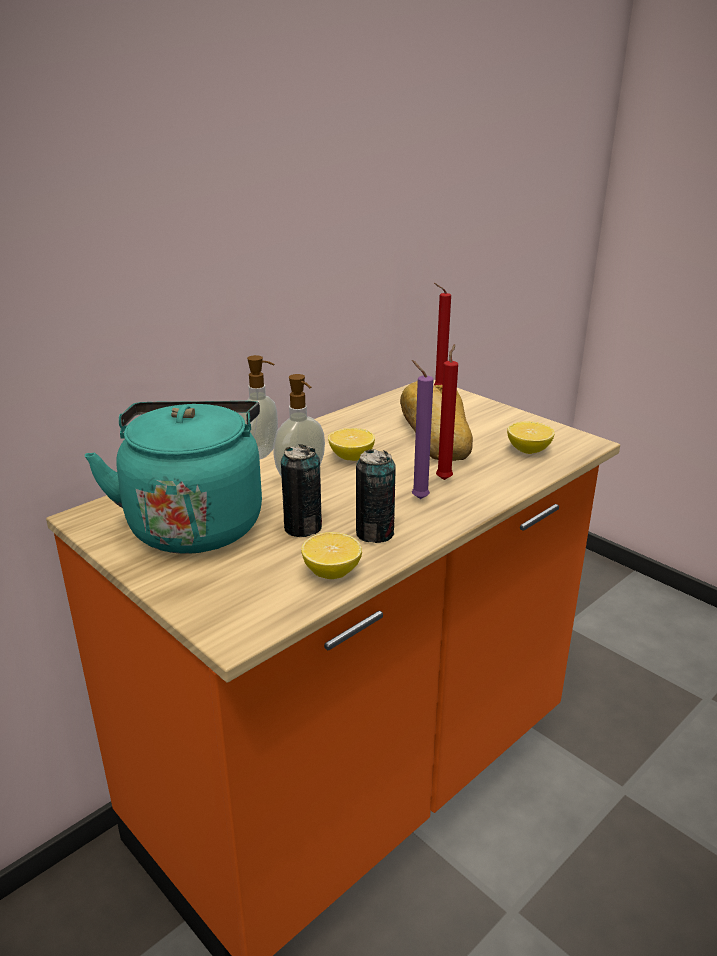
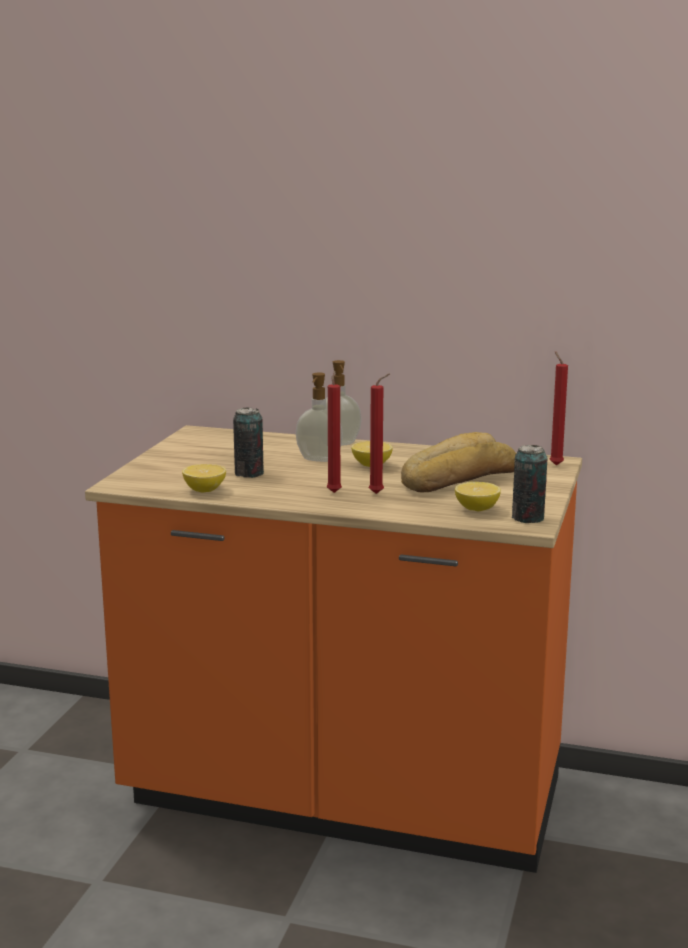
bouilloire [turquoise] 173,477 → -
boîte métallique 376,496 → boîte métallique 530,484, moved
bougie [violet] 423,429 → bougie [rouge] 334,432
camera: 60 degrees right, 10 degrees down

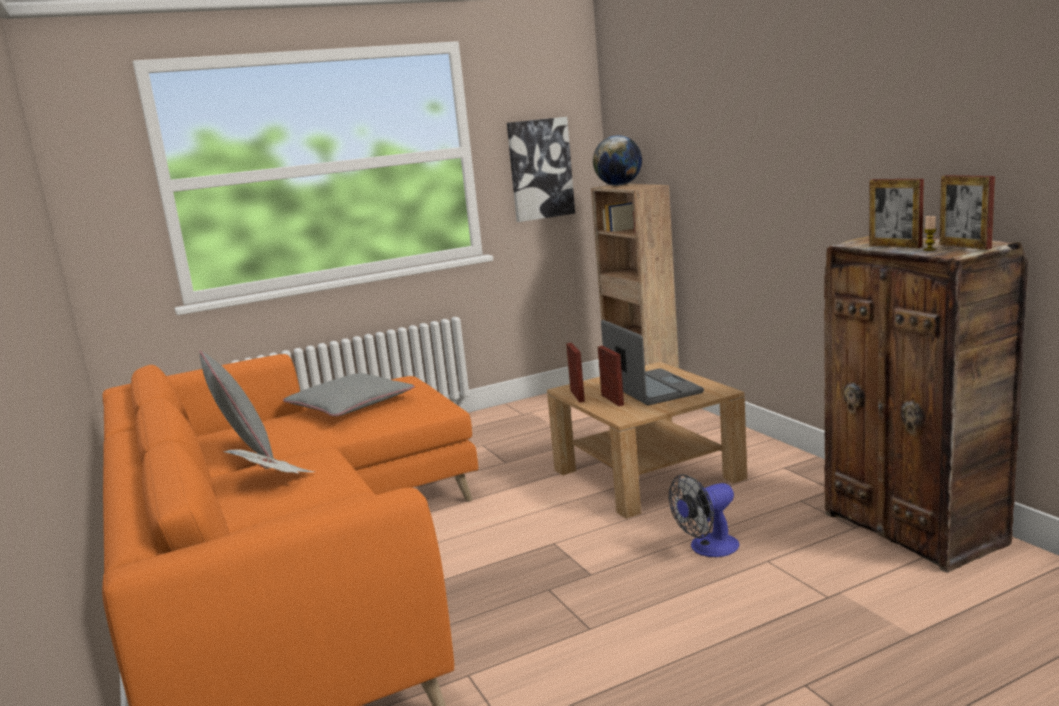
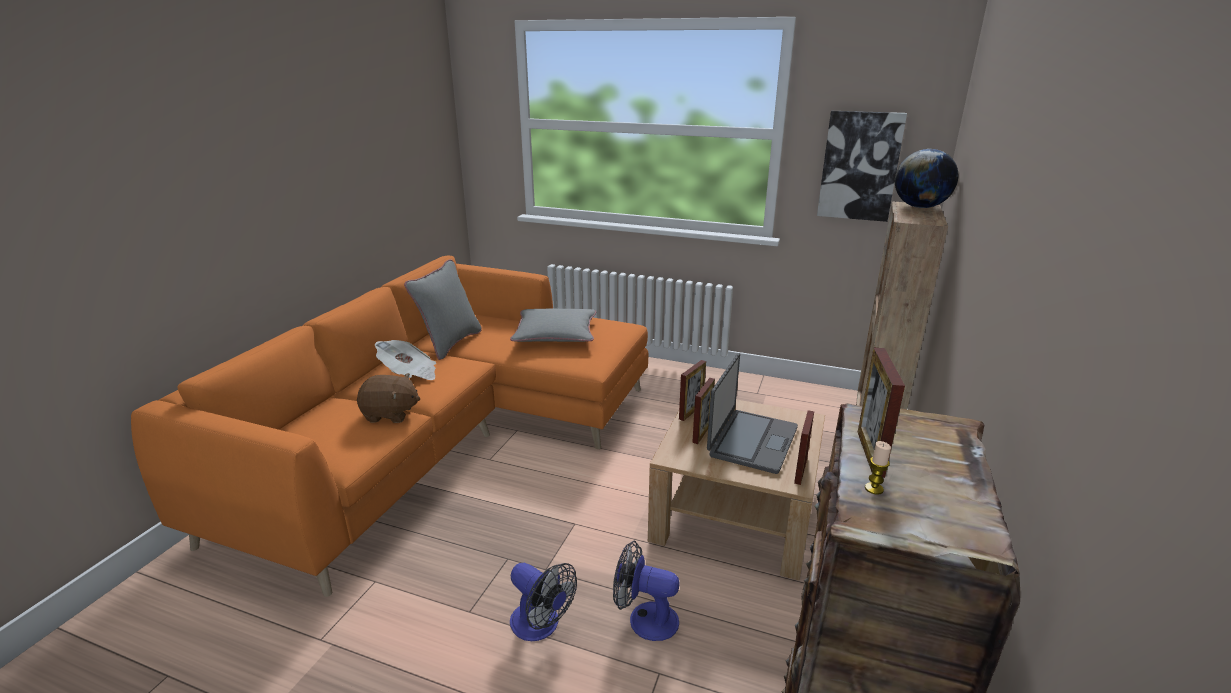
cadre photo 967,212 → cadre photo 804,447, moved
- → peluche [marron] 388,398
- → ventilateur 543,602
camera: 45 degrees right, 10 degrees up

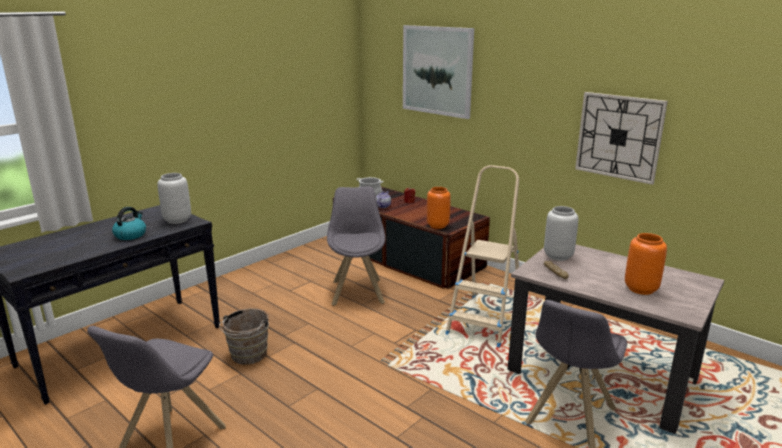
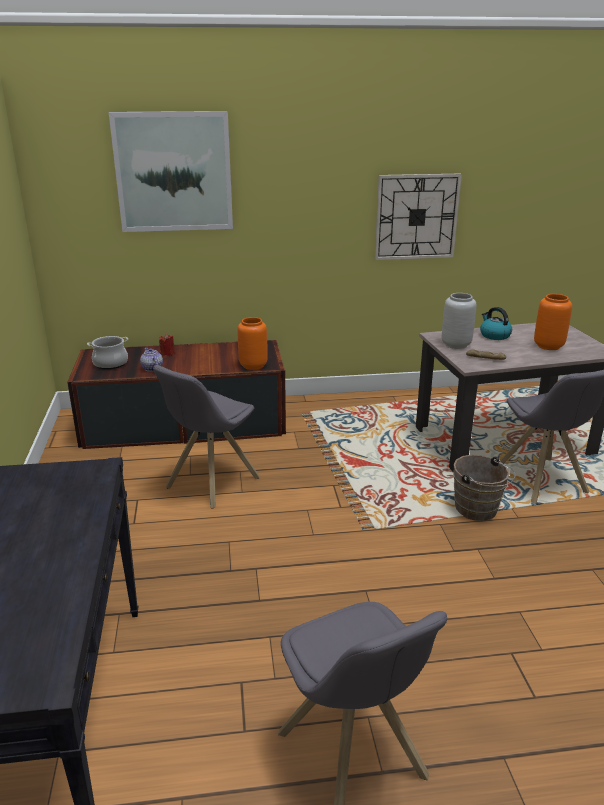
bouilloire 129,223 → bouilloire 496,323, moved
vase [gris] 174,198 → -
seau [marron] 244,336 → seau [marron] 484,488, moved
chaise [gris] 356,246 → chaise [gris] 206,437, 90 degrees counterclockwise
escabeau [beige] 482,256 → -
camera: 50 degrees left, 5 degrees up

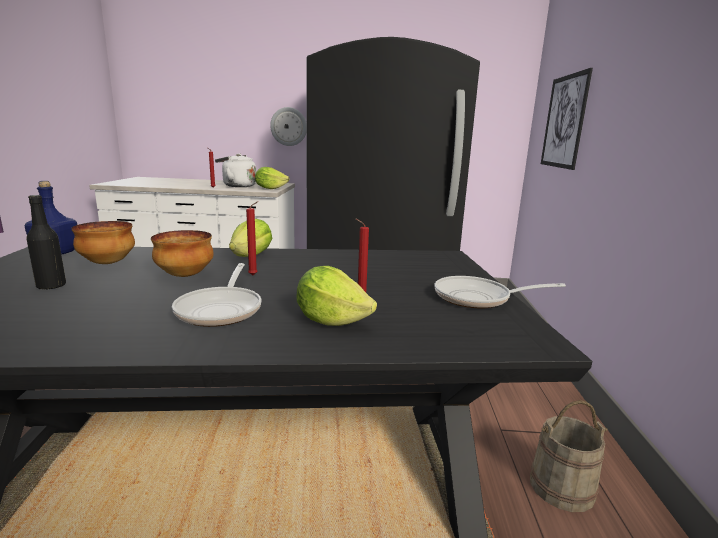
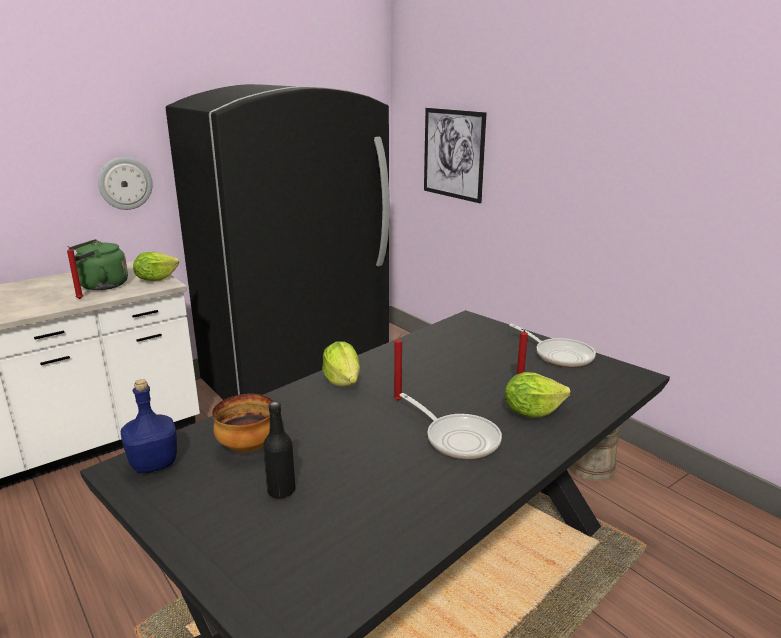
bol 182,253 → -
bouilloire [blanc] 235,170 → bouilloire [vert] 98,264
poêle 500,292 → poêle 552,345, 90 degrees counterclockwise
camera: 40 degrees left, 5 degrees up

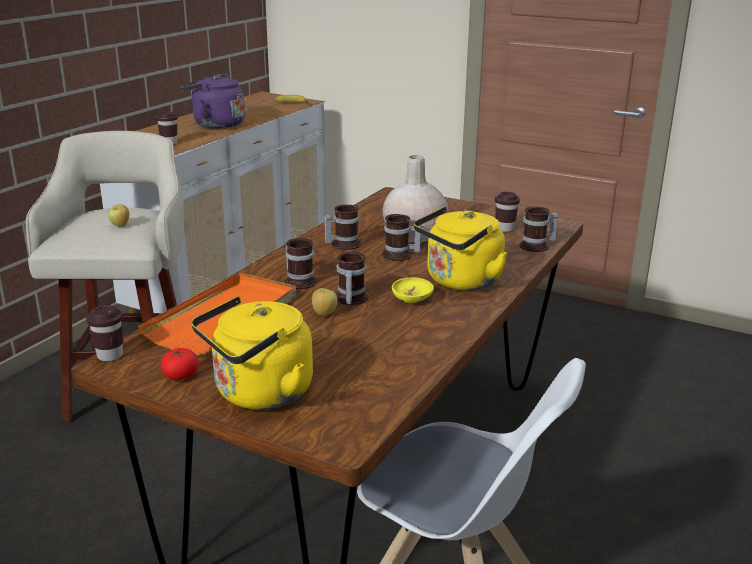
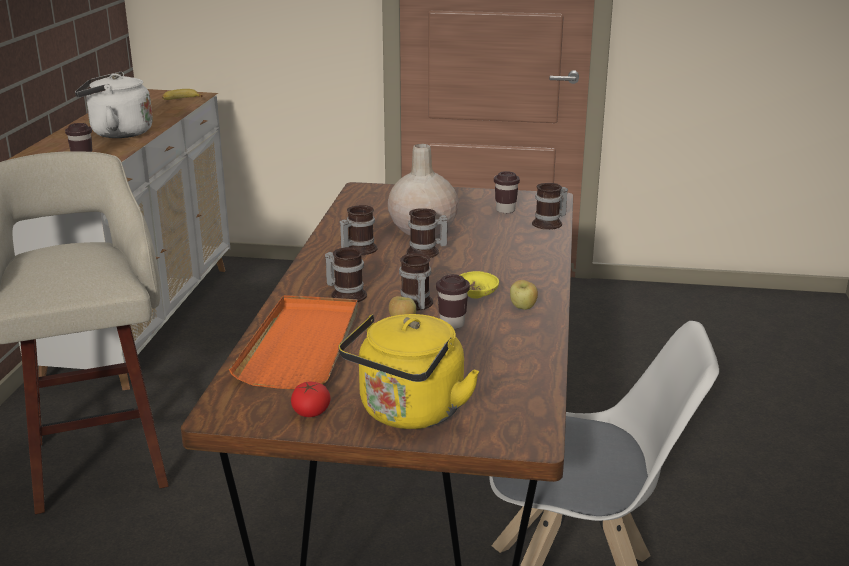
tasse [marron] 104,333 → tasse [marron] 453,301, moved
pomme 118,215 → pomme 524,295, moved
bouilloire [violet] 213,101 → bouilloire [blanc] 114,105
bouilloire [jaune] 461,248 → -
camera: 20 degrees left, 0 degrees up

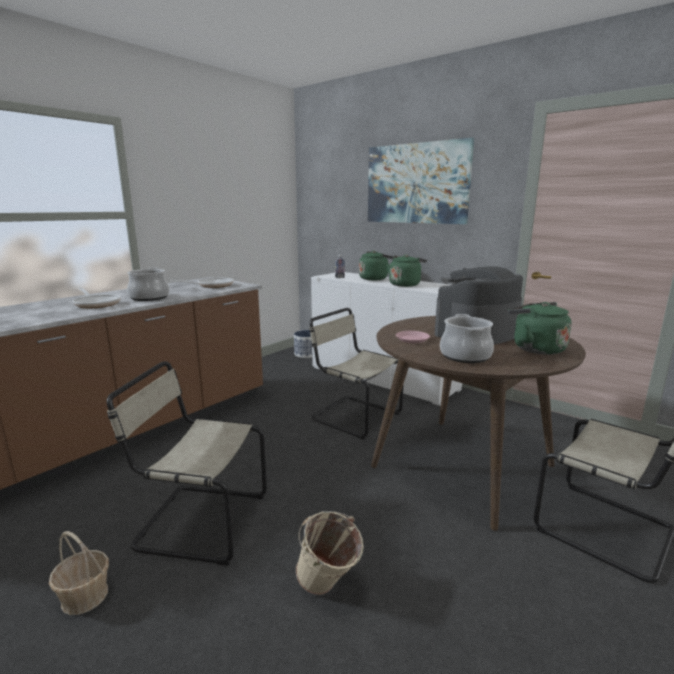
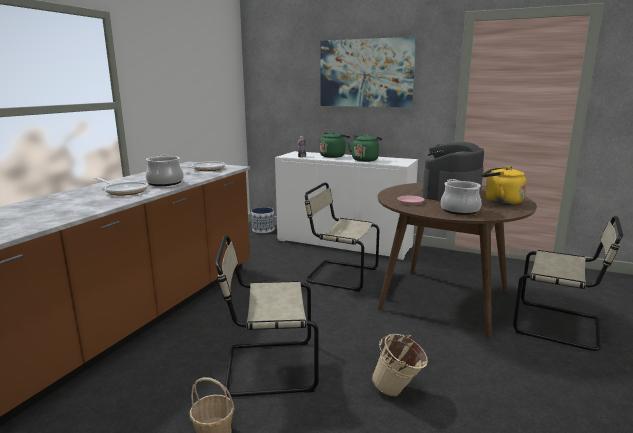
bouilloire [vert] 539,328 → bouilloire [jaune] 504,186
camera: 15 degrees left, 0 degrees up

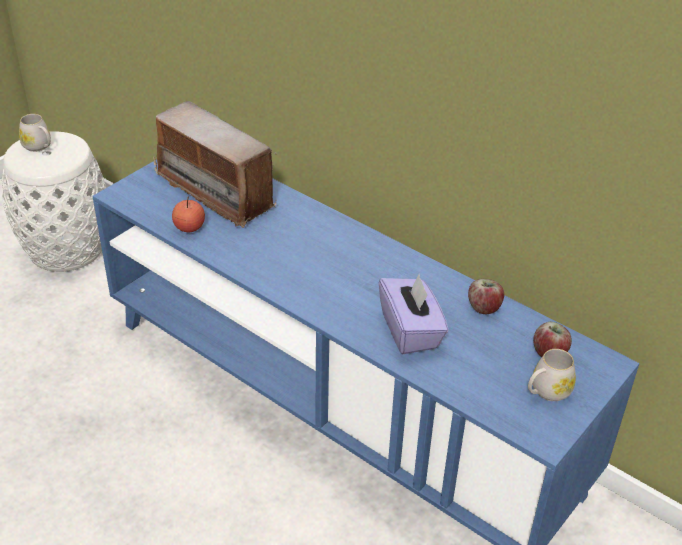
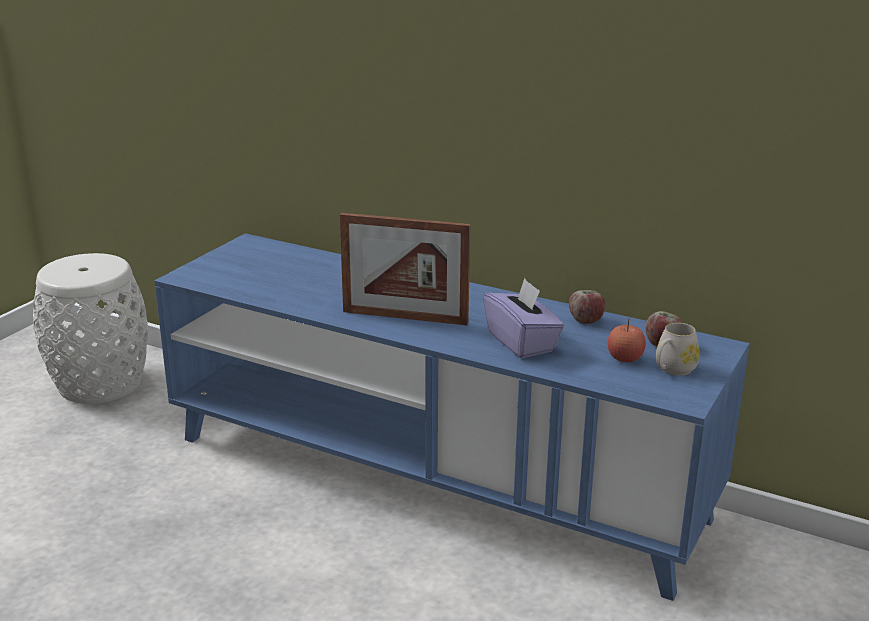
mug [blanc] 35,133 → -
radio 215,164 → -
pomme 188,214 → pomme 627,340, moved
- → cadre photo 405,269
camera: 10 degrees left, 15 degrees down

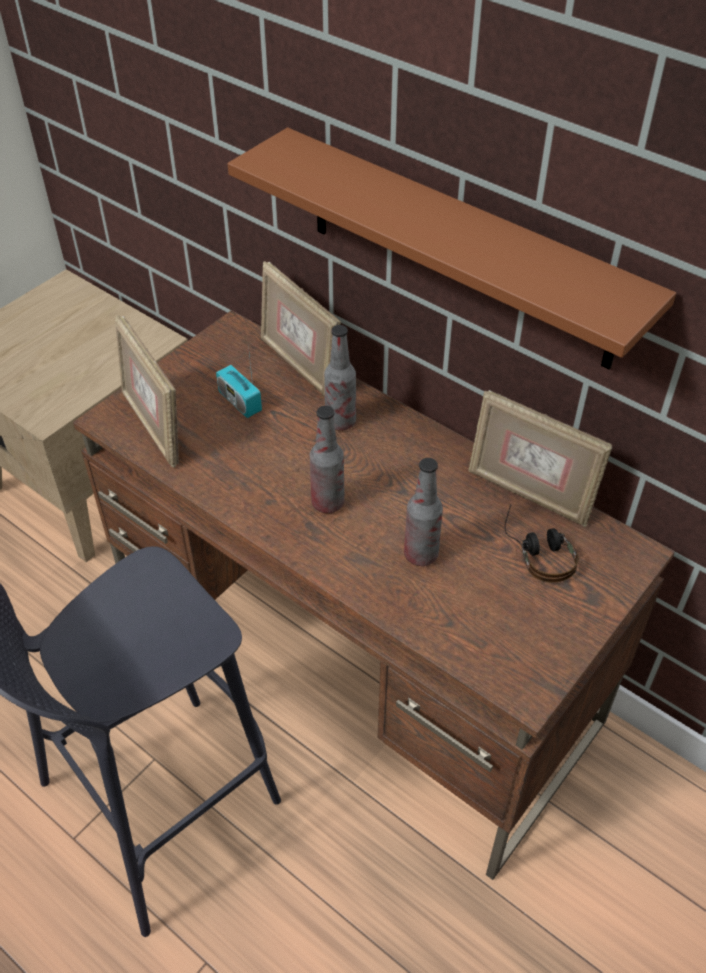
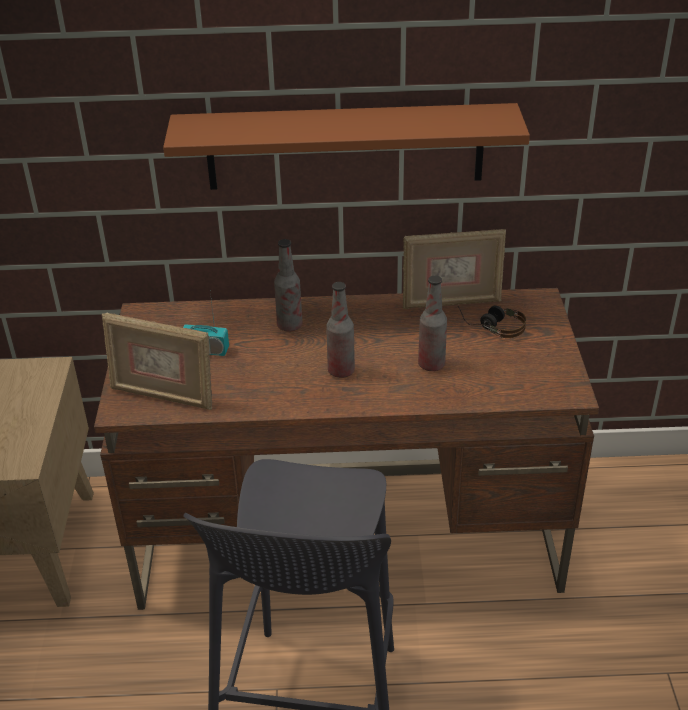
cadre photo 301,328 → -
camera: 40 degrees left, 10 degrees down

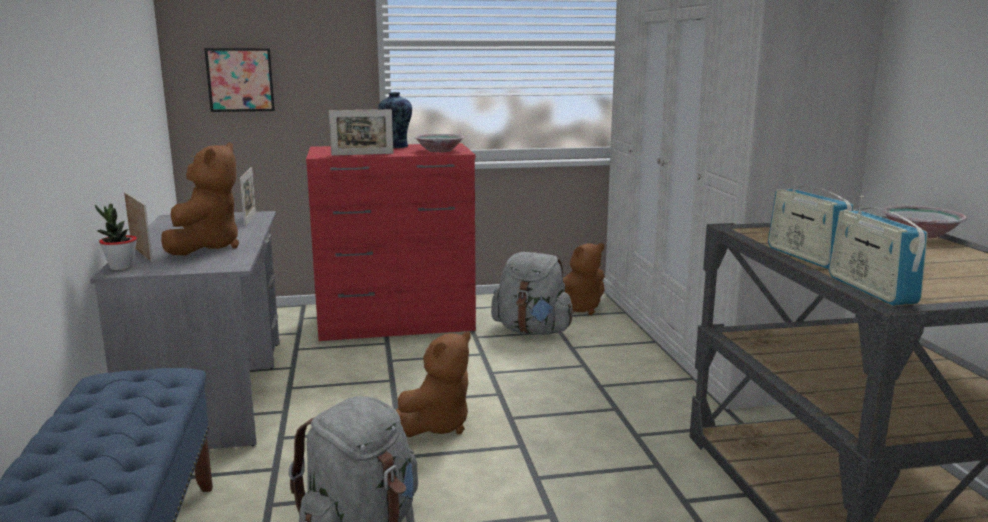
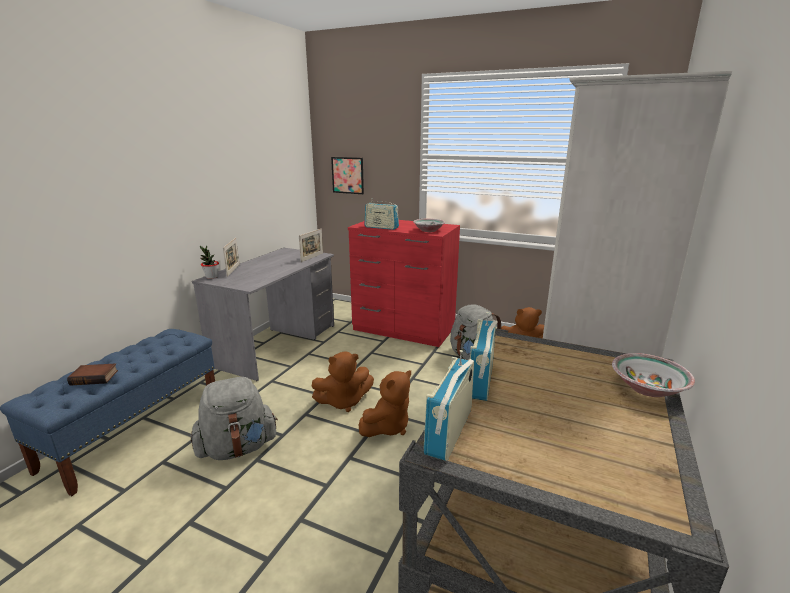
peluche [marron] 200,198 → peluche [marron] 385,403, moved
cadre photo 361,132 → radio 381,214
vase 395,120 → -
- → livre 92,374
camera: 35 degrees right, 5 degrees up

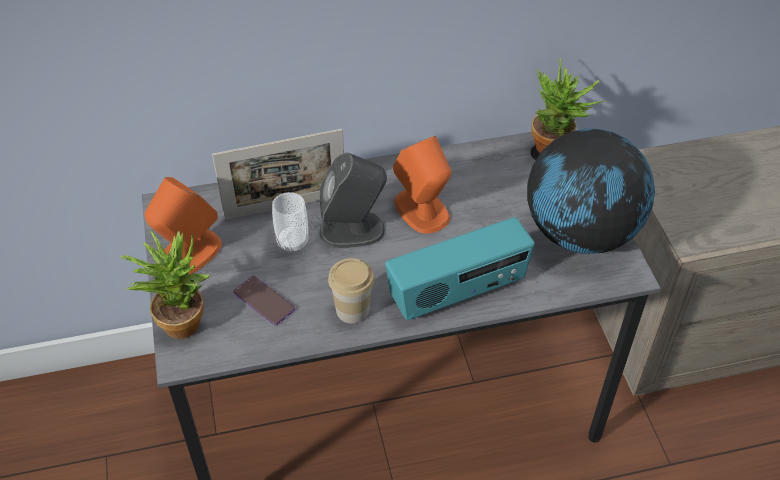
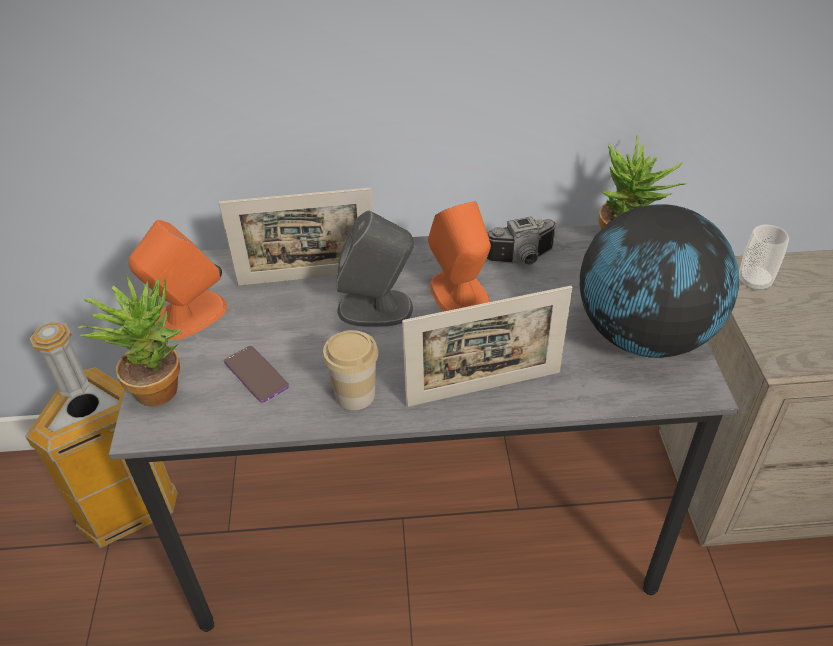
tasse 290,222 → tasse 764,258, moved
radio 460,268 → cadre photo 487,346
- → poubelle 101,435
- → appareil photo 521,240
camera: 10 degrees right, 5 degrees down

